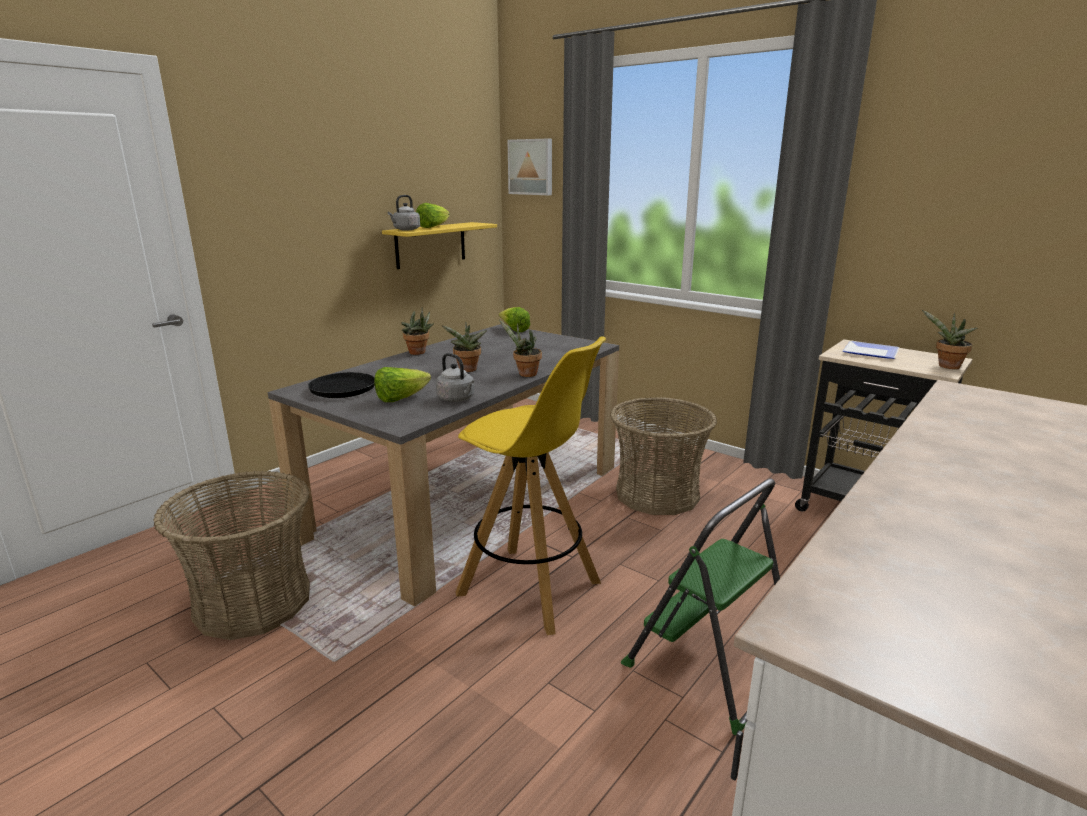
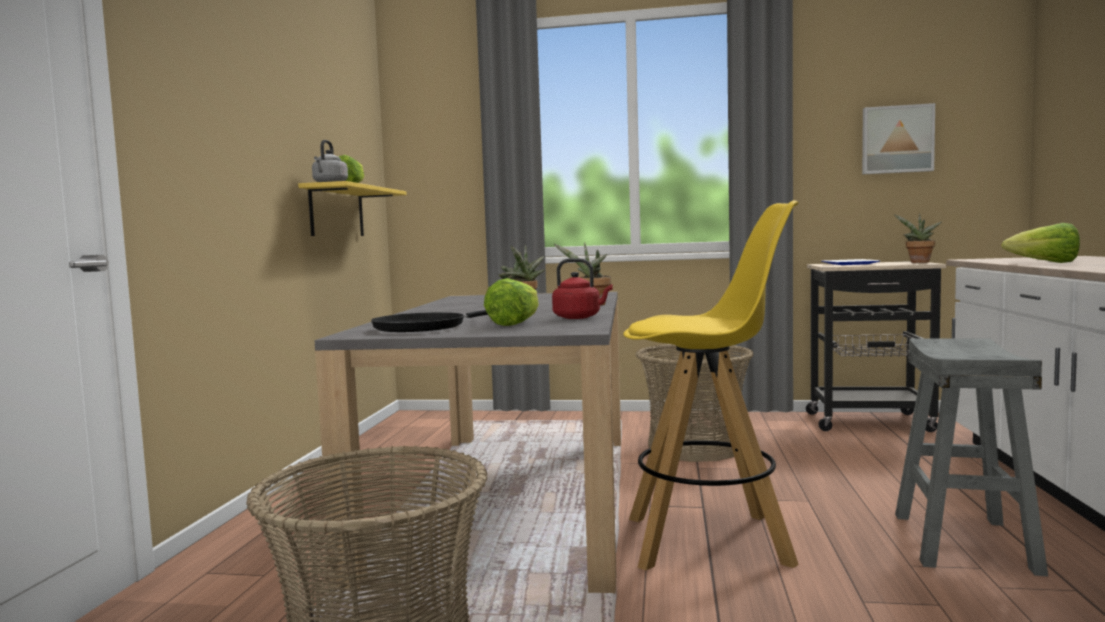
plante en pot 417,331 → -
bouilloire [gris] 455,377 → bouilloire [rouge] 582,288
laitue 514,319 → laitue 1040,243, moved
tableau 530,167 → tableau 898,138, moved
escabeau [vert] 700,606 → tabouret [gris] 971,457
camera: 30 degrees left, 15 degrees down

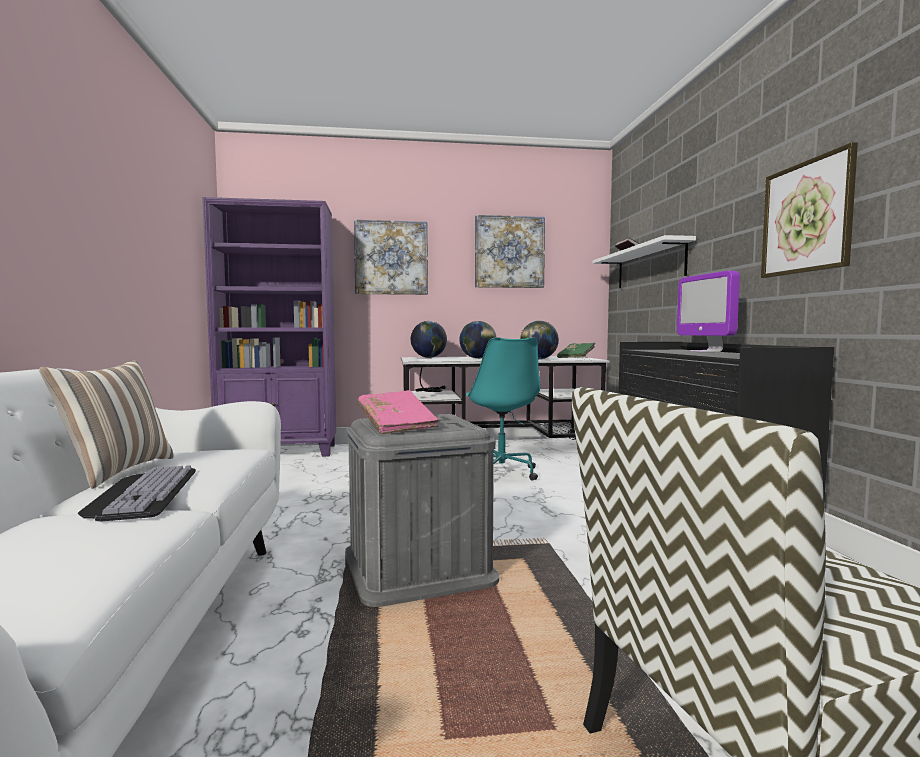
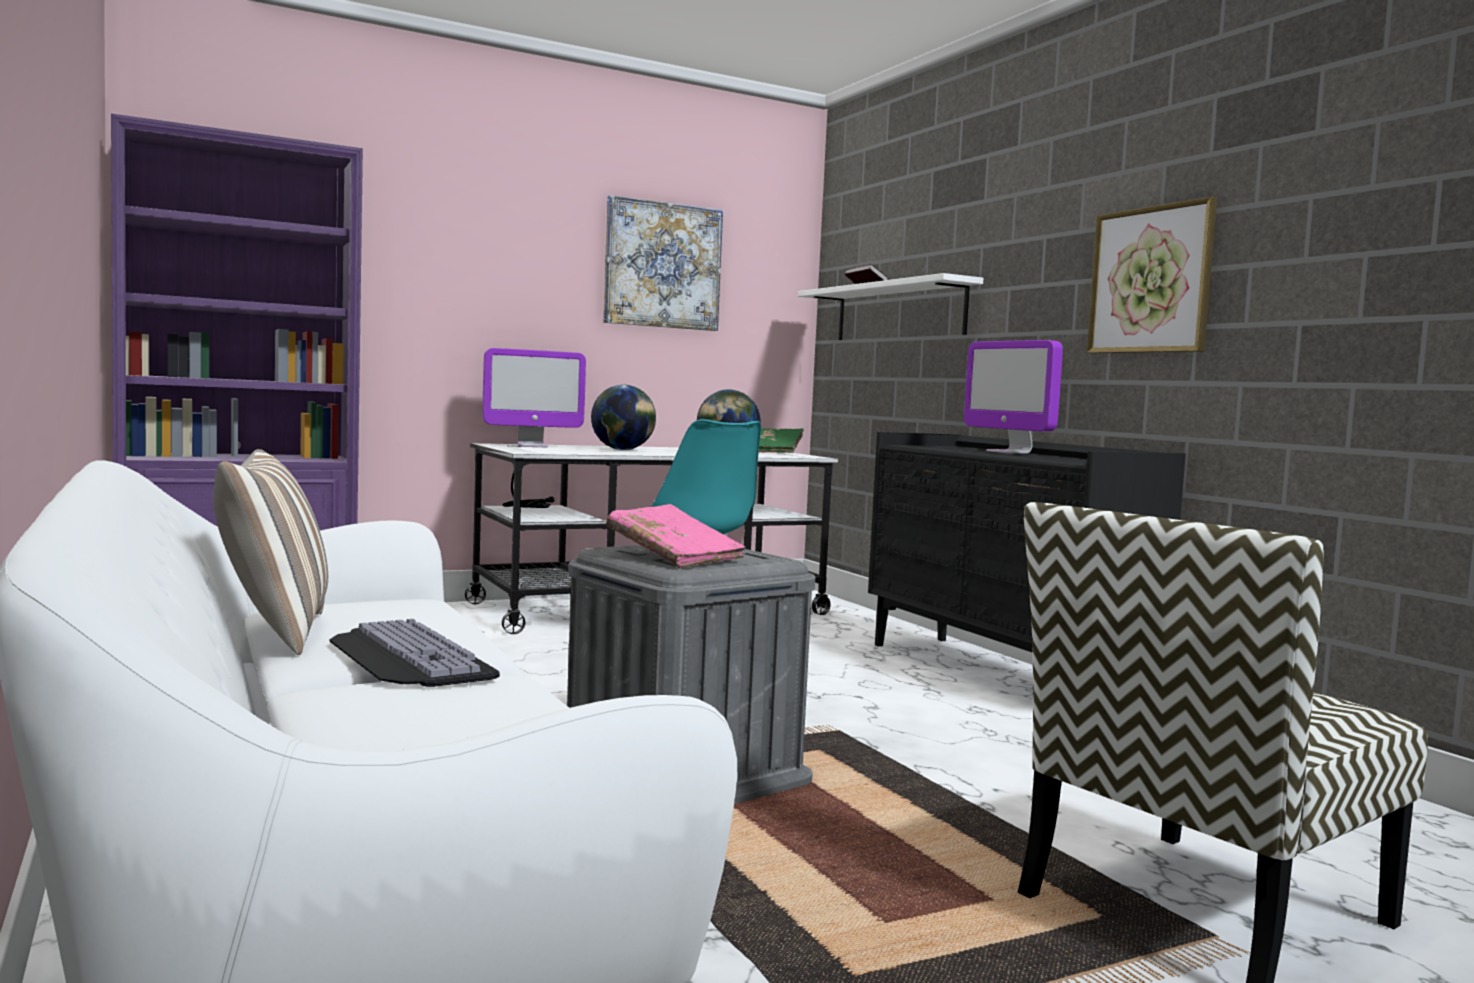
tableau 391,257 → -
globe 429,339 → écran d'ordinateur 534,397
camera: 20 degrees left, 0 degrees up

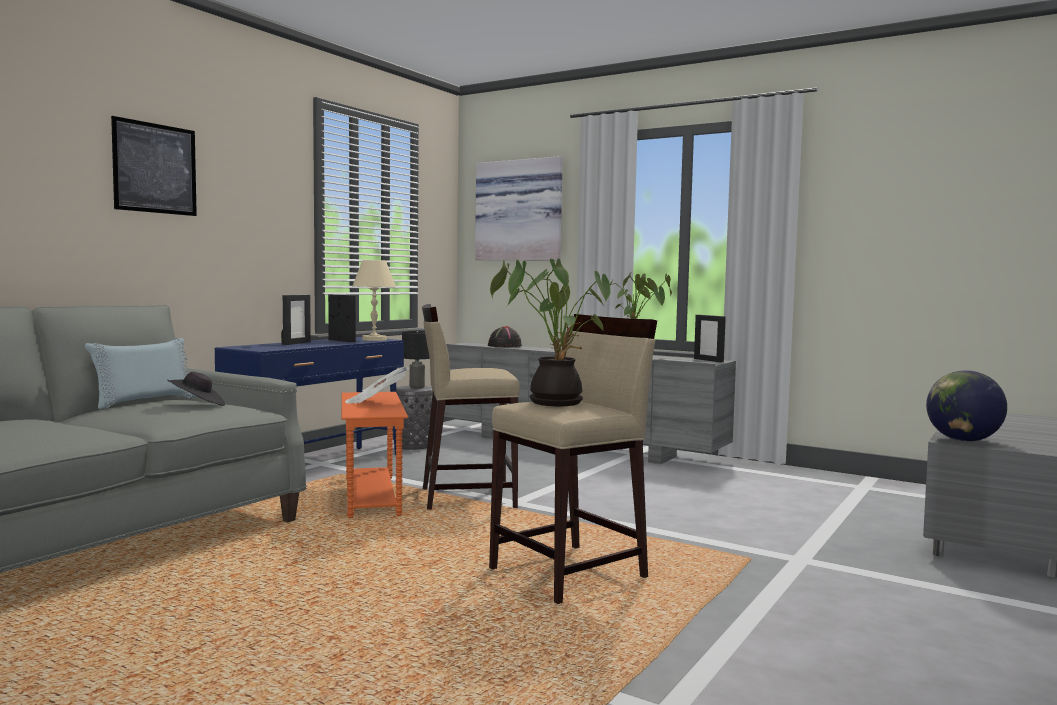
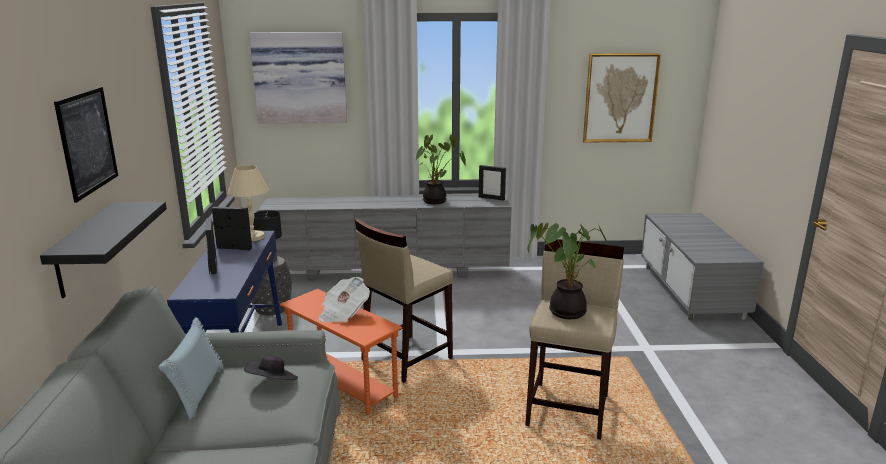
chapeau [noir] 505,336 → -
globe 966,406 → -
- → étagère [noir] 103,250
- → tableau 622,98
camera: 35 degrees left, 15 degrees up

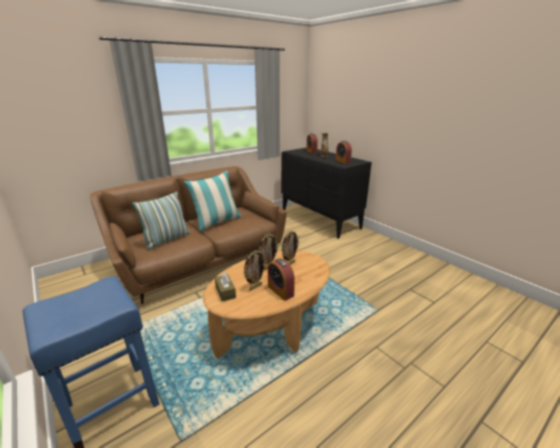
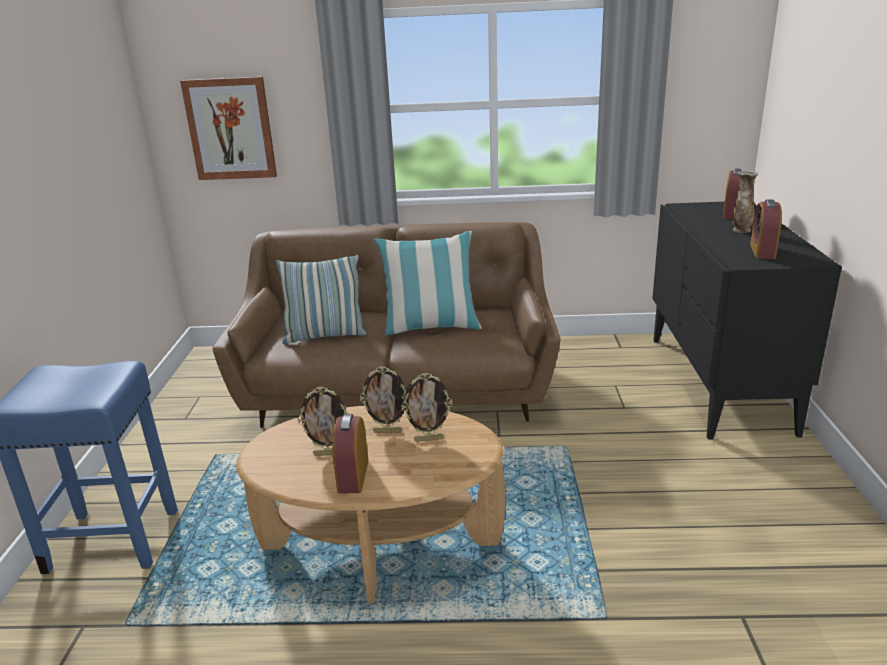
boîte à mouchoirs [marron] 225,287 → -
- → tableau 228,128
camera: 40 degrees right, 0 degrees up

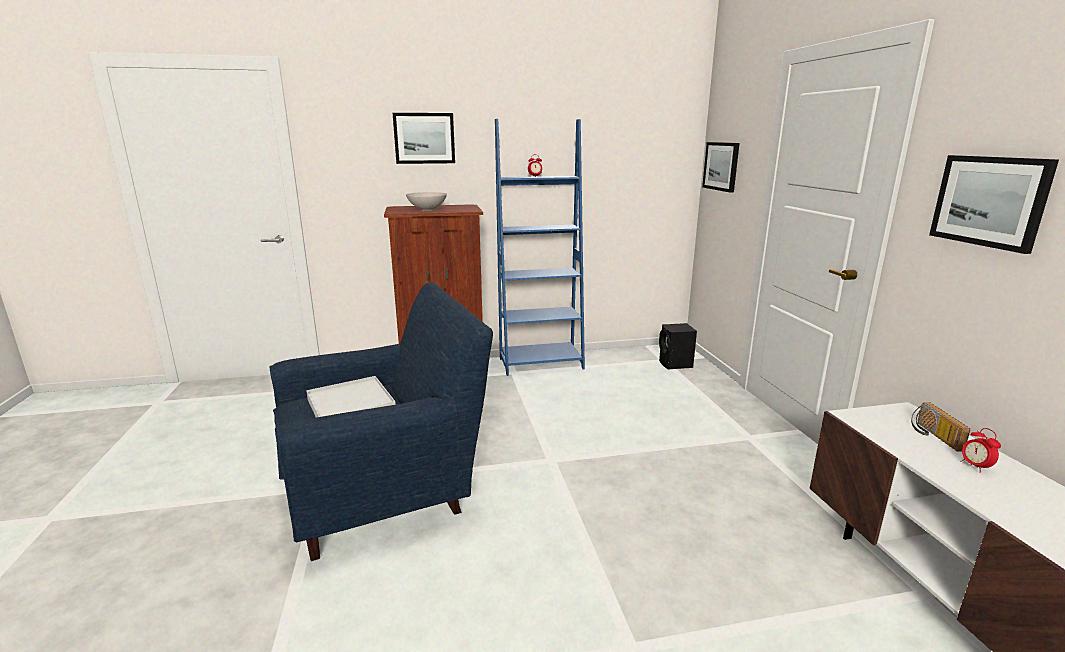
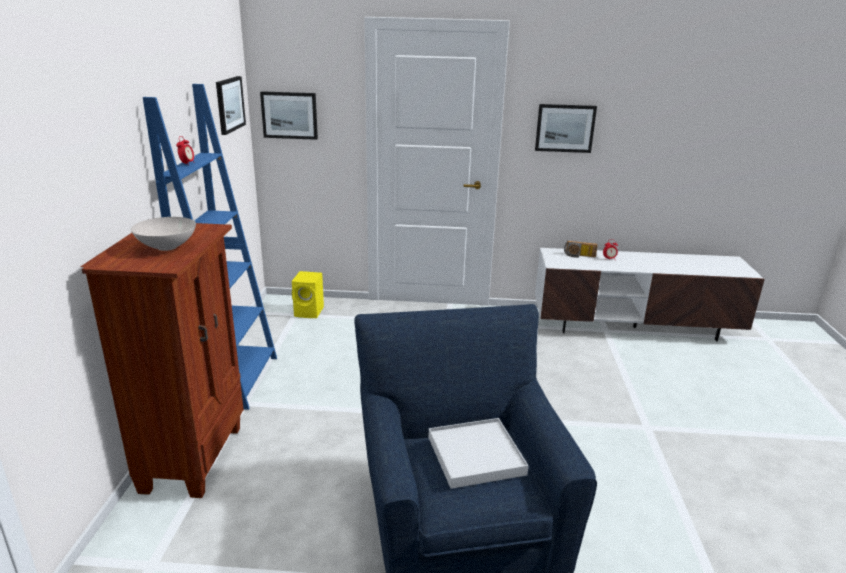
tableau 424,138 → tableau 231,105, moved
enceinte [noir] 678,346 → enceinte [jaune] 308,294
camera: 75 degrees left, 5 degrees up

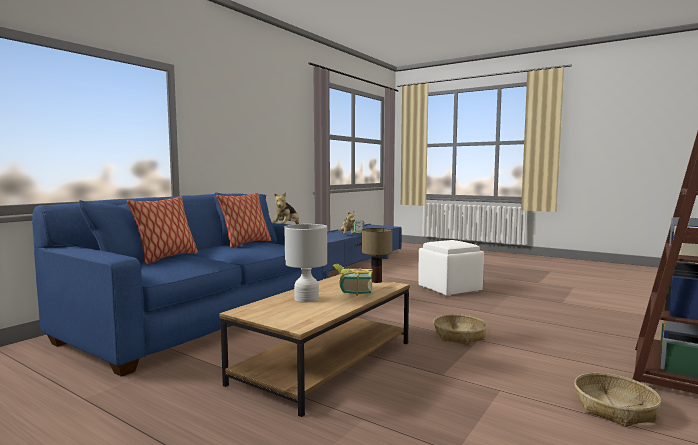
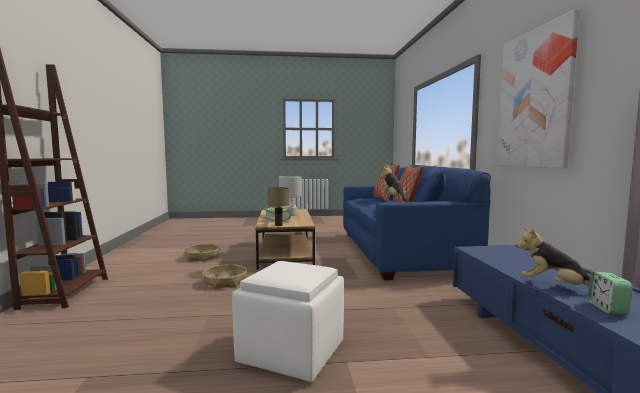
panier 617,400 → panier 201,253, moved
- → tableau 538,88
camera: 140 degrees right, 0 degrees up

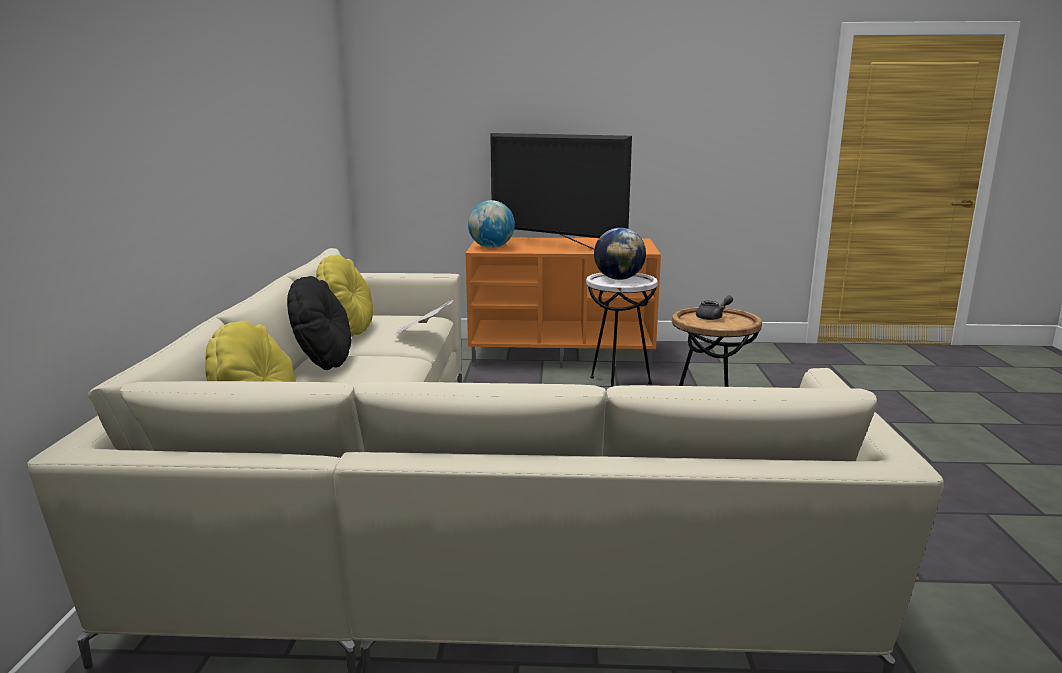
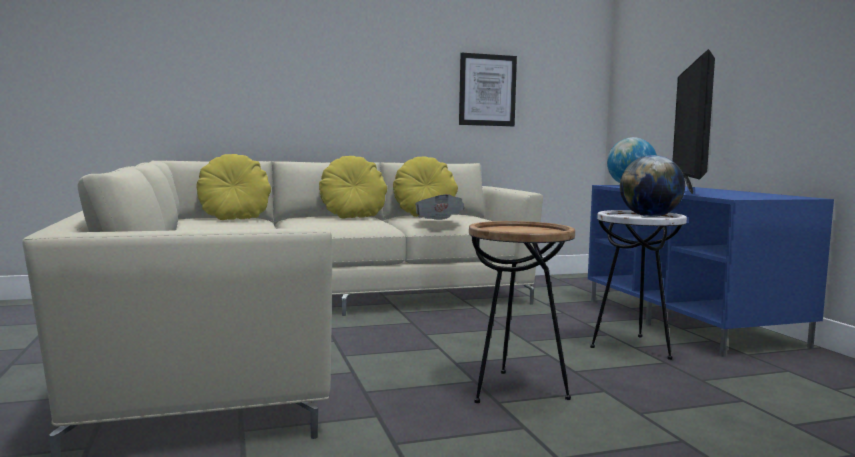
coussin [noir] 319,323 → coussin [jaune] 353,187
meuble télé [orange] 563,303 → meuble télé [bleu] 711,271
théière [gris] 714,307 → -
- → tableau 488,89
camera: 70 degrees right, 10 degrees down

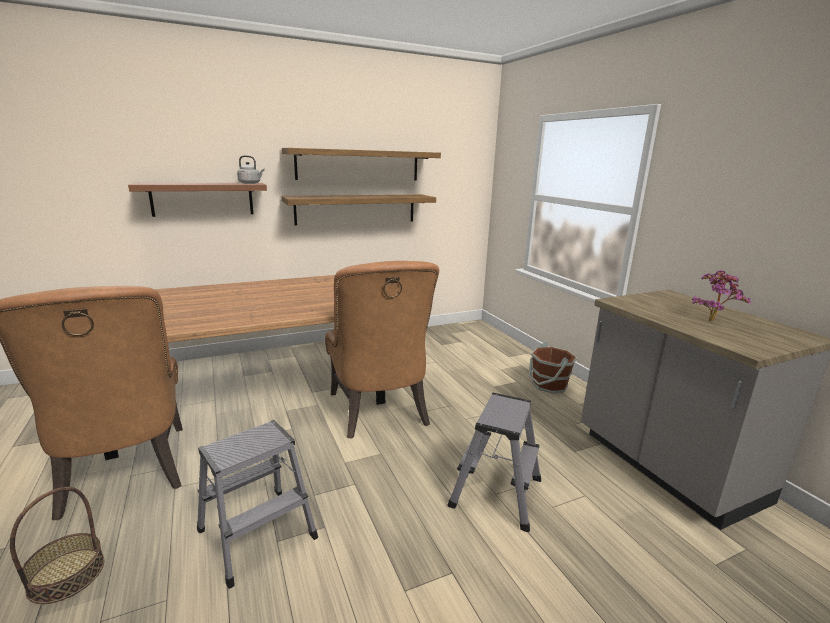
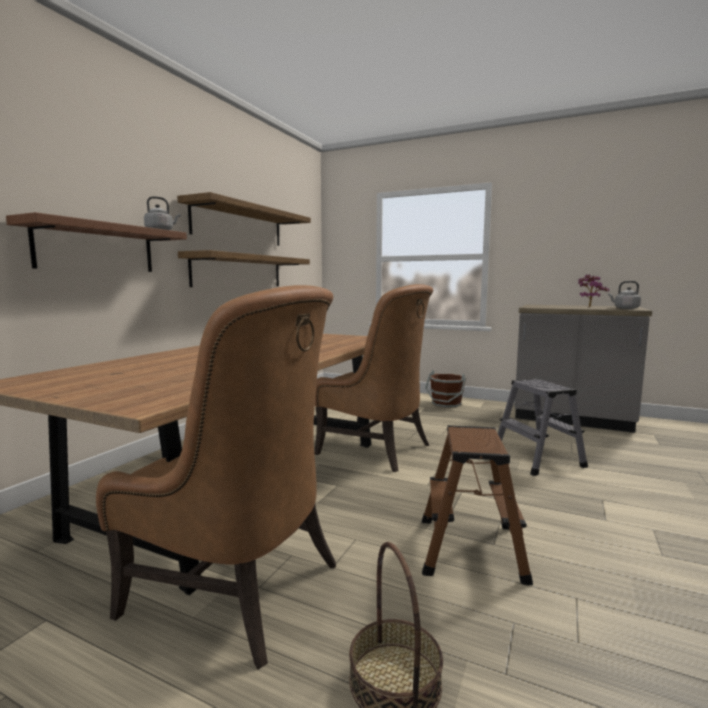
escabeau [gris] 257,504 → escabeau [marron] 477,505
- → bouilloire [gris] 624,295
camera: 40 degrees left, 10 degrees down

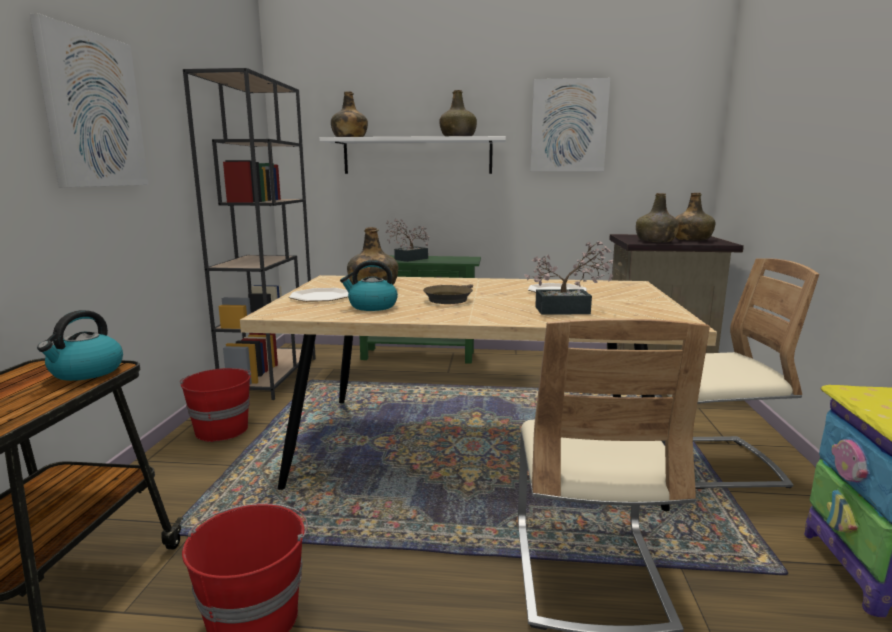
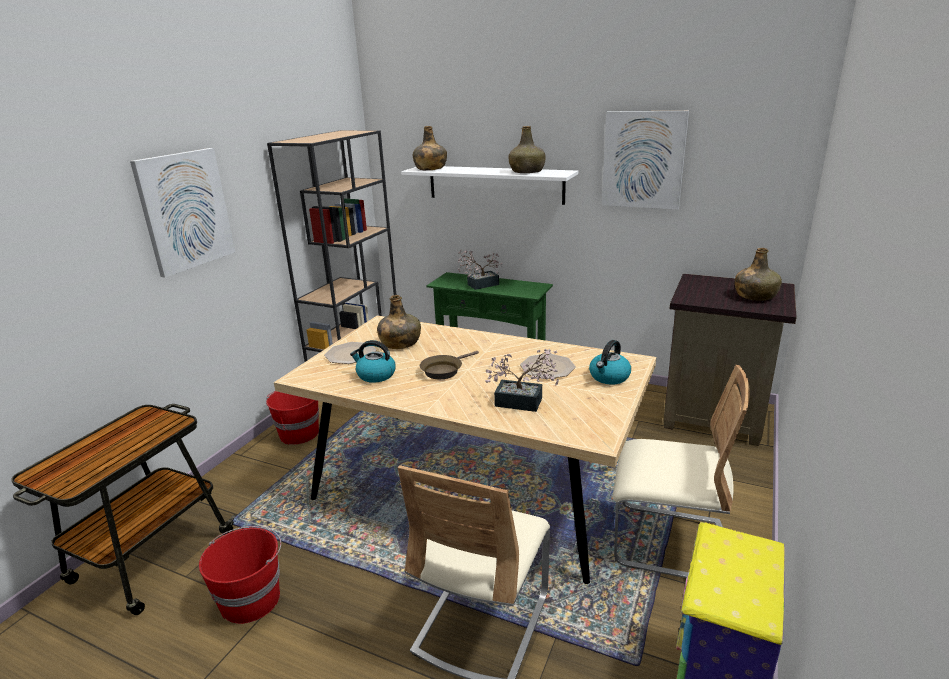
bouilloire 80,345 → bouilloire 610,362, moved
bouteille [vert] 657,218 → -
camera: 20 degrees right, 10 degrees up

